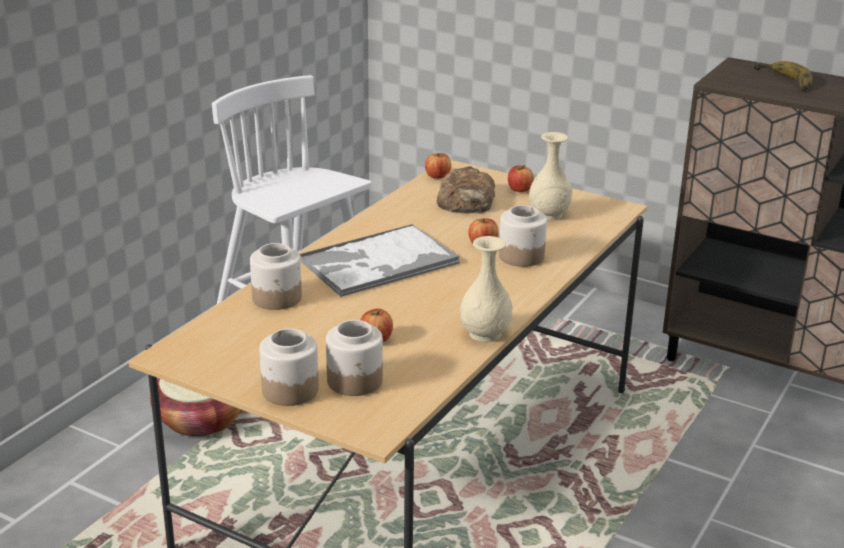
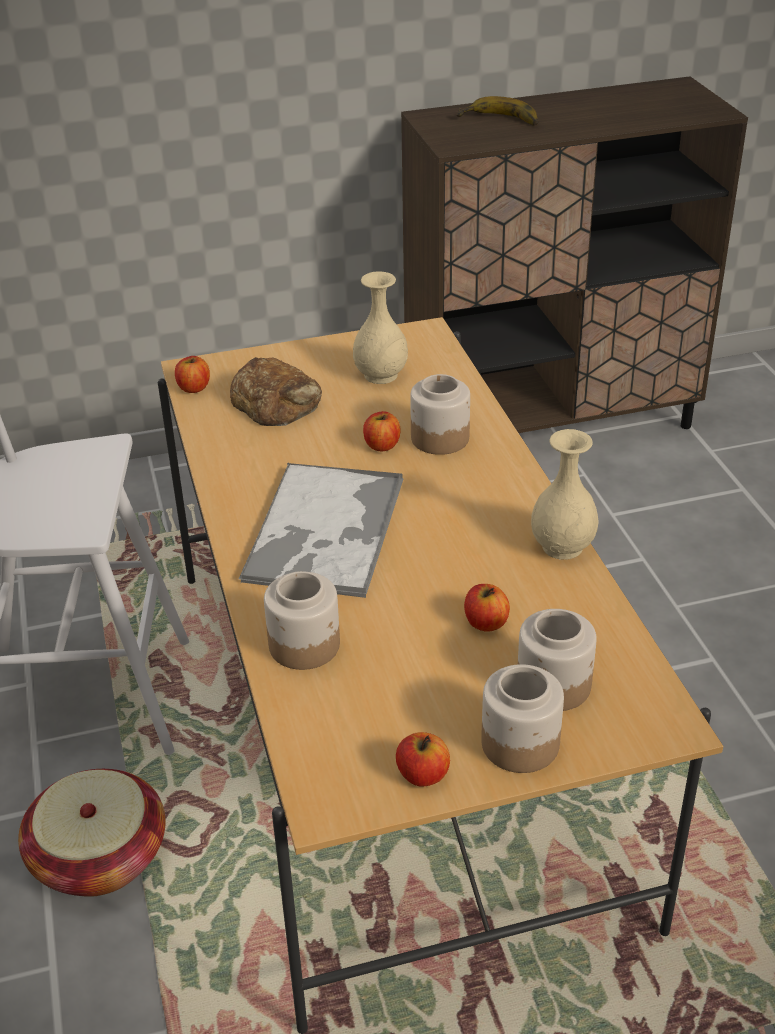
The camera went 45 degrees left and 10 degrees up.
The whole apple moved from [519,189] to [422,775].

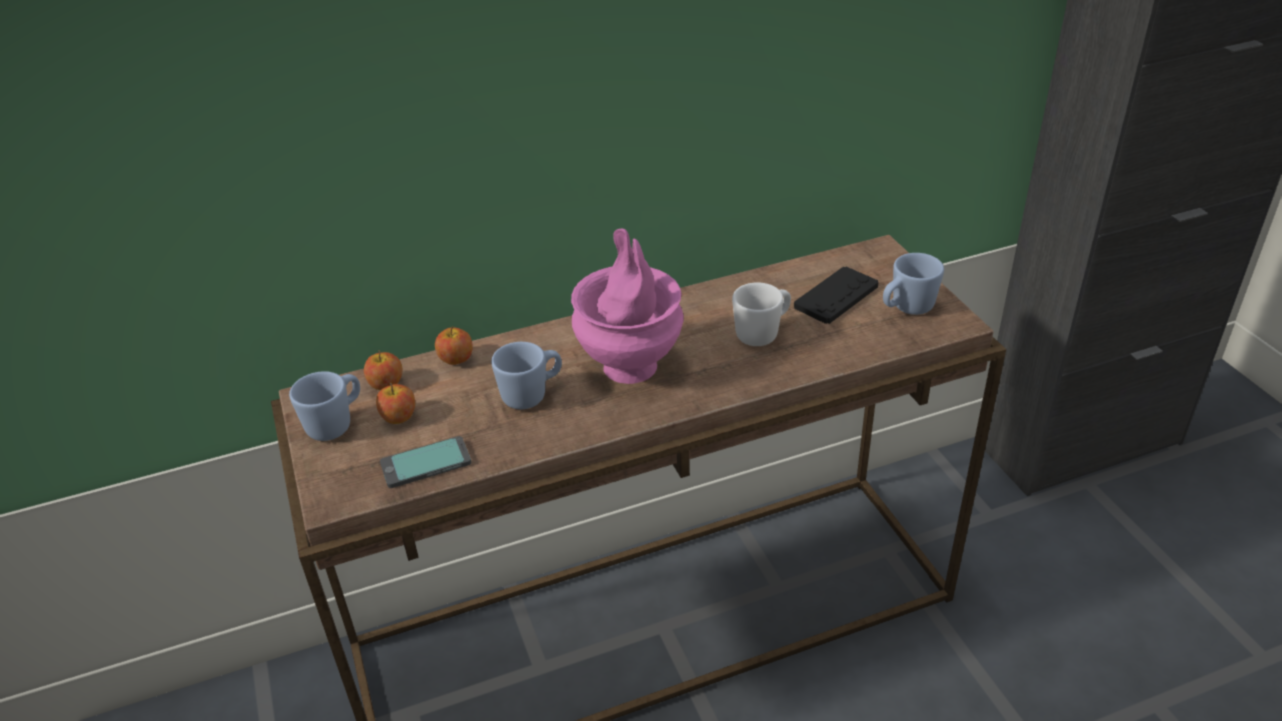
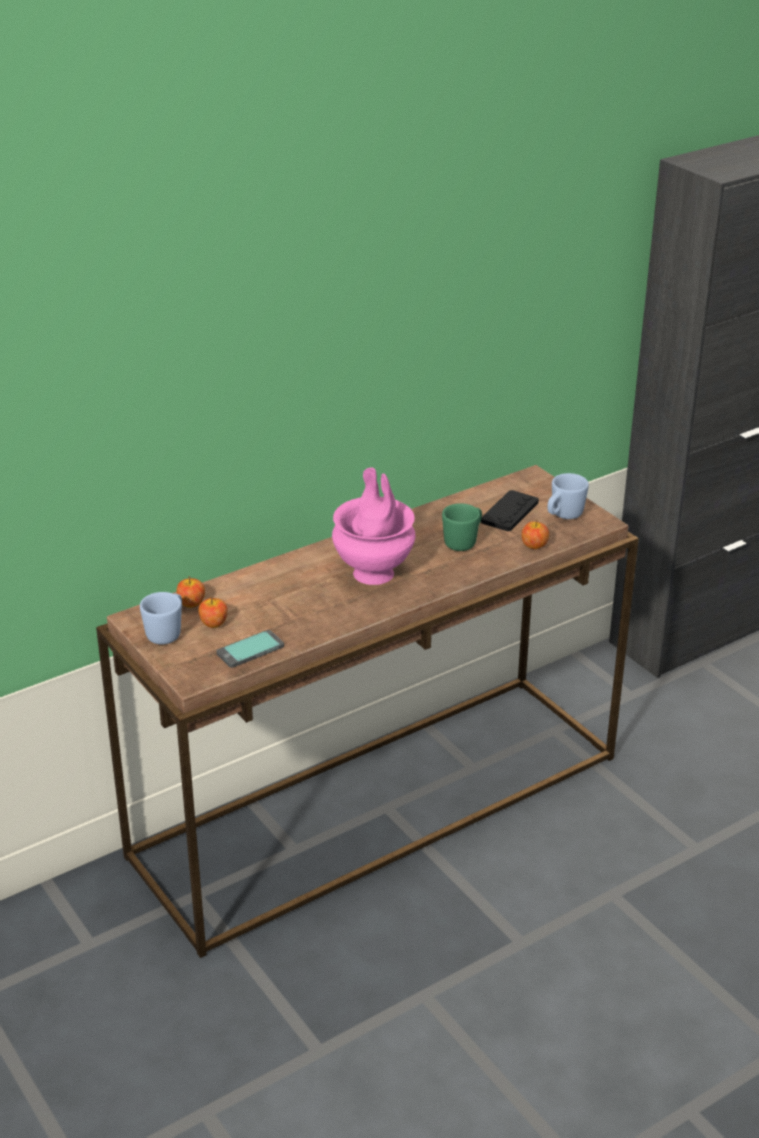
The camera went 15 degrees left and 5 degrees down.
The coffee mug/white-coloured at [763,333] became the coffee mug/green-coloured at [464,542].
The whole apple moved from [456,359] to [534,546].
The coffee mug/blue at [532,395] disappeared.

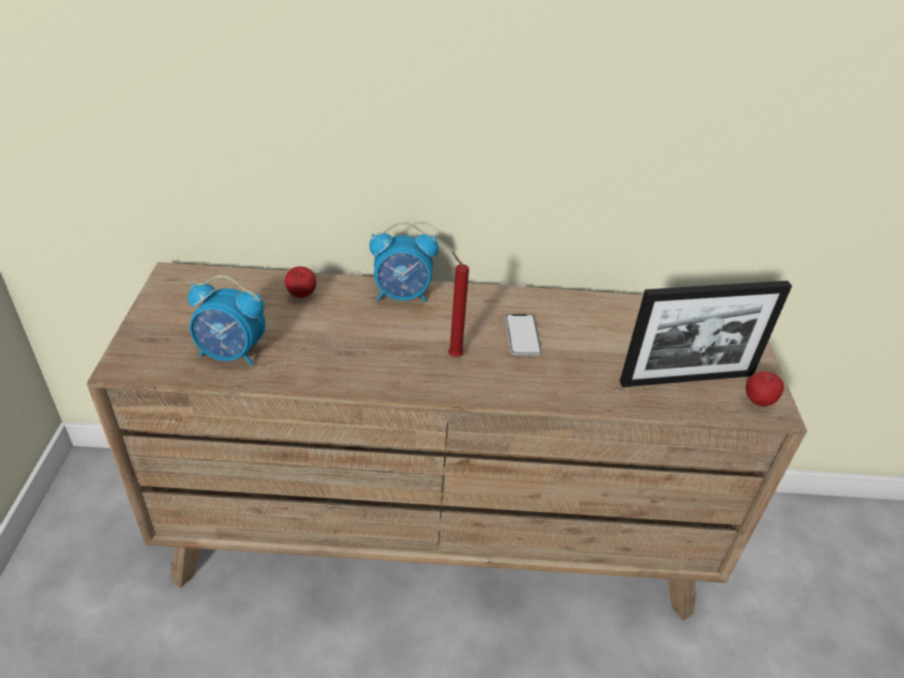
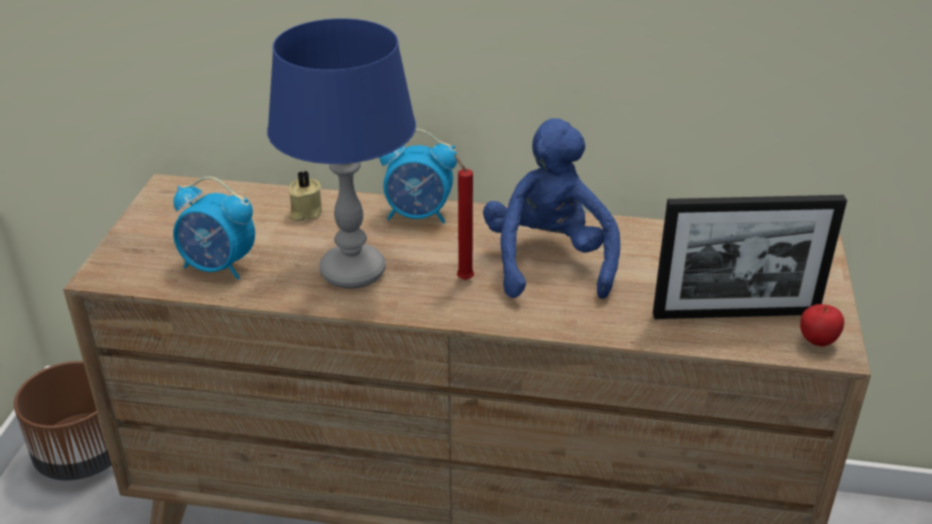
The camera went 10 degrees right and 5 degrees down.
The flower pot/brown-coloured at [84,456] appeared.
The table lamp/blue at [352,272] appeared.
The whole apple at [302,296] was replaced by the candle/beige-coloured at [305,212].
The telephone at [522,335] was replaced by the soft toy/blue at [548,261].

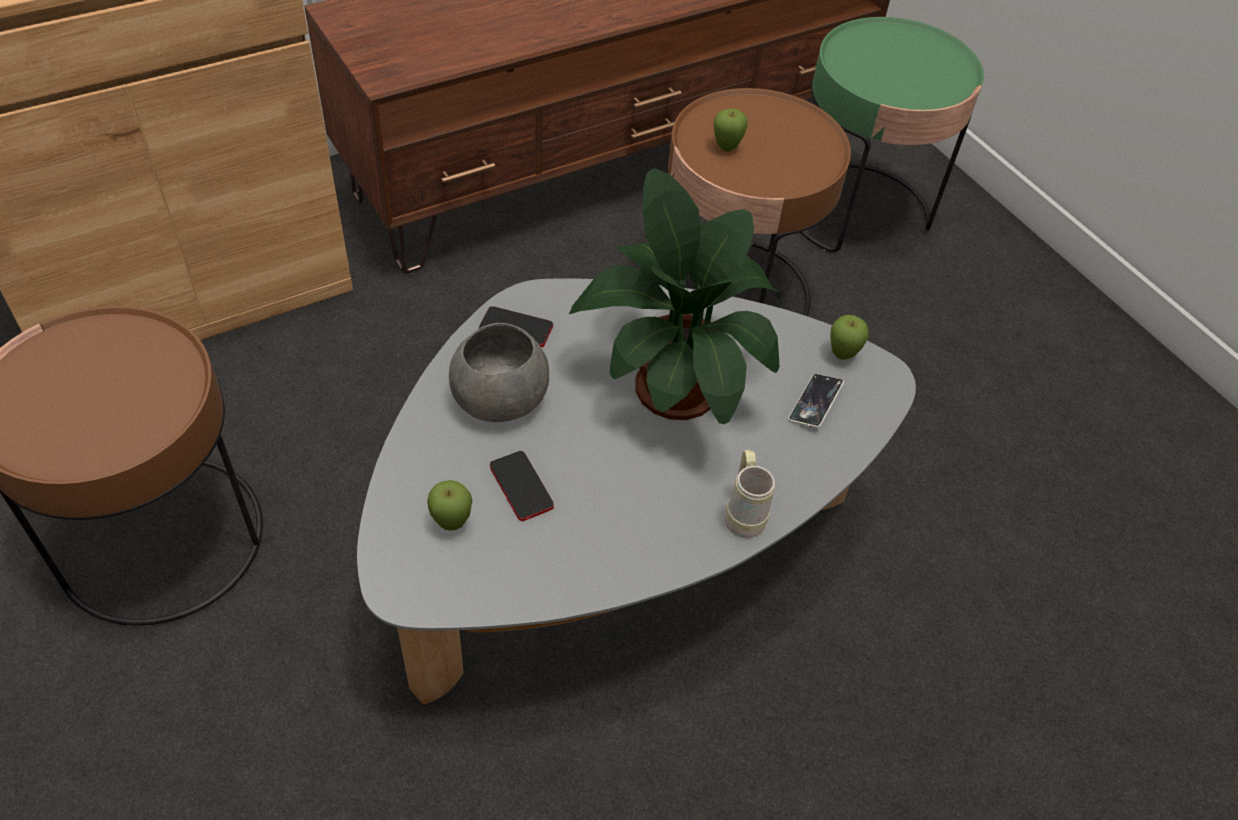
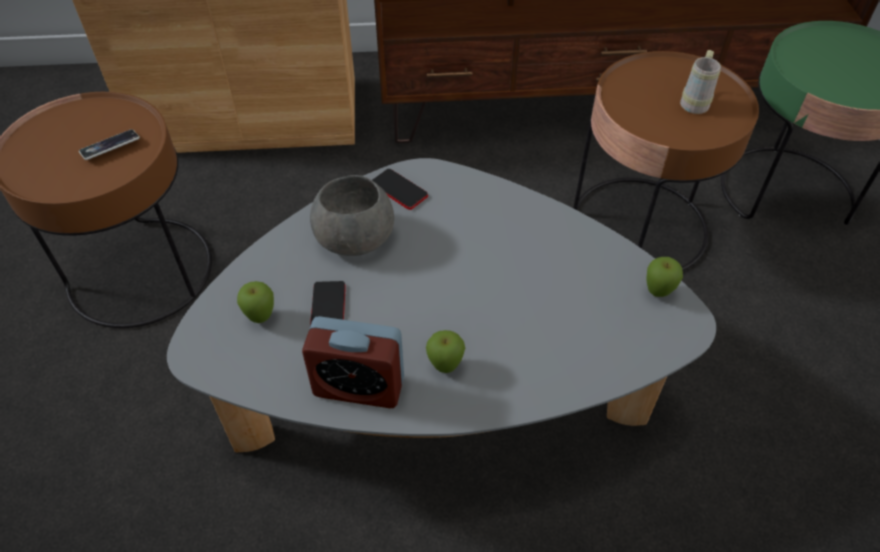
The camera went 30 degrees right and 0 degrees up.
The telephone moved from [815,403] to [110,147].
The alarm clock at [359,386] appeared.
The whole apple moved from [726,148] to [445,367].
The coffee mug/beige-coloured moved from [743,513] to [695,101].
The plant in a pot at [674,381] disappeared.

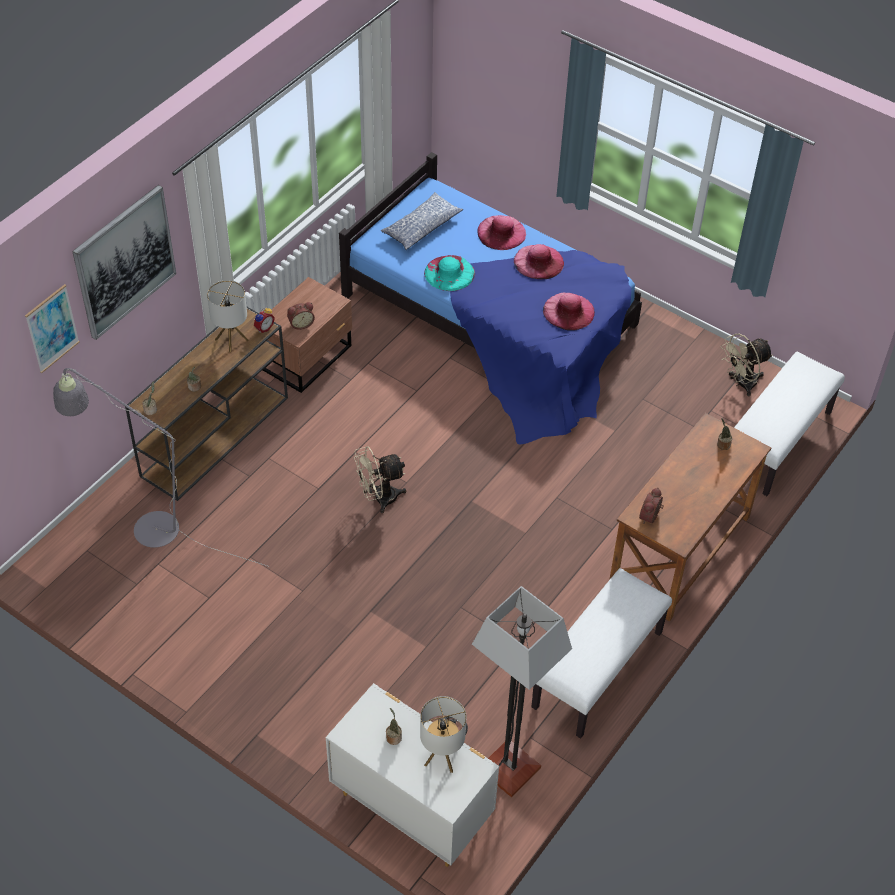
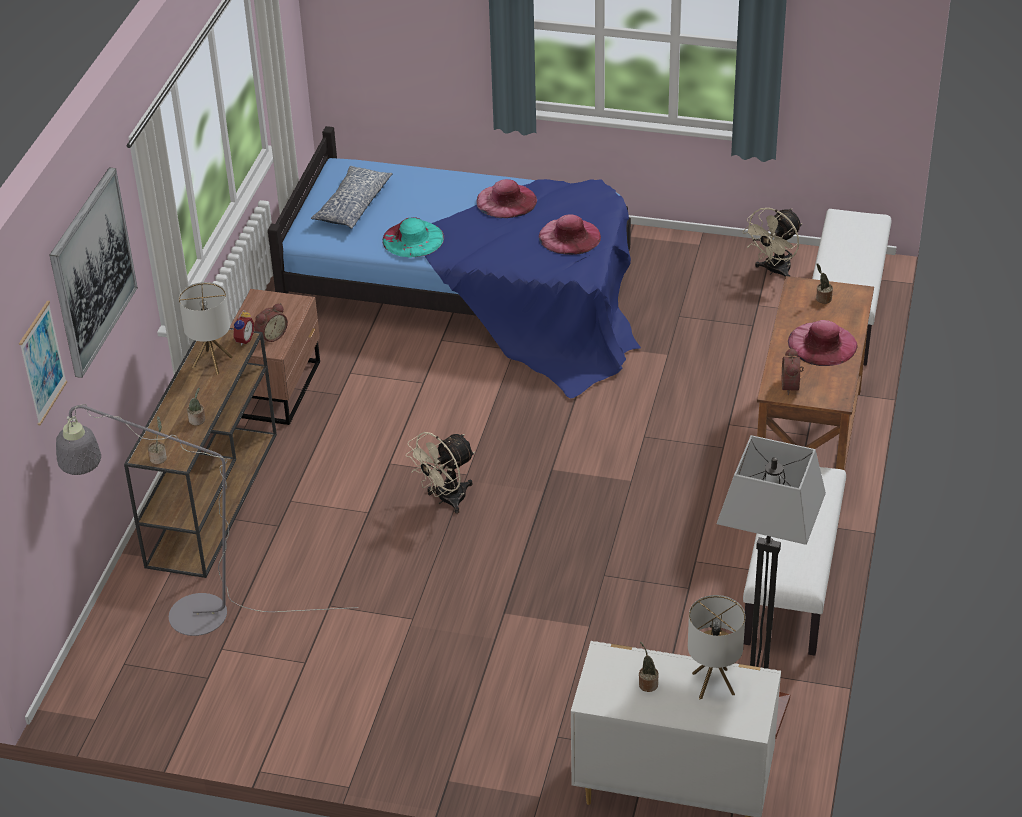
The camera went 20 degrees left and 10 degrees down.
The hat/pink moved from [501,232] to [822,344].

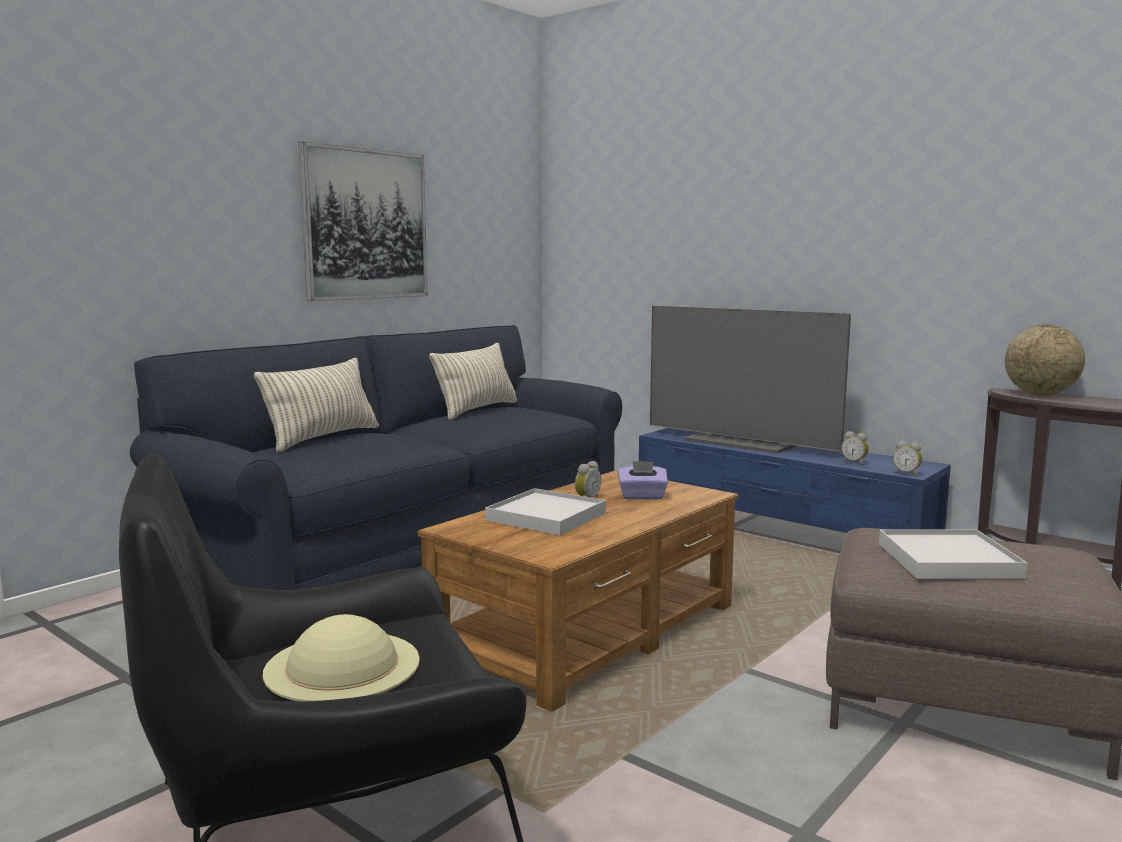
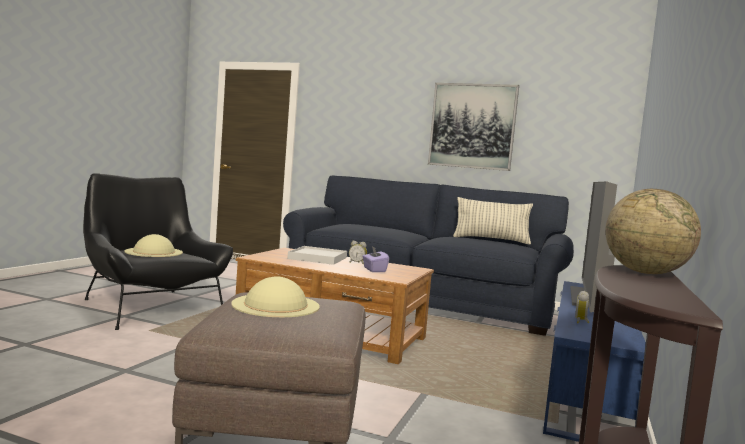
The camera went 70 degrees right and 5 degrees down.
The carrying tray/white-coloured at [948,560] was replaced by the hat/beige-coloured at [276,305].
The pillow at [323,438] disappeared.
The alarm clock at [907,474] disappeared.

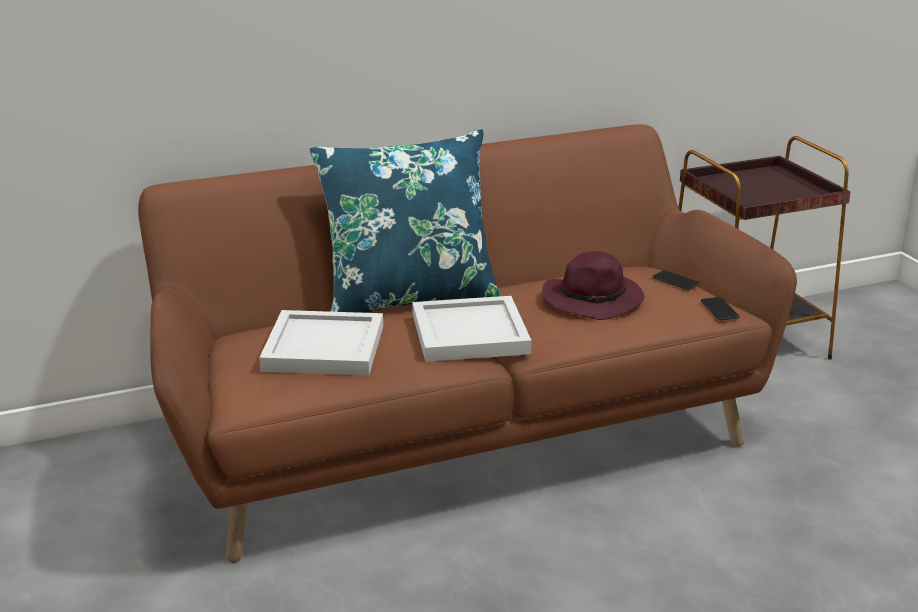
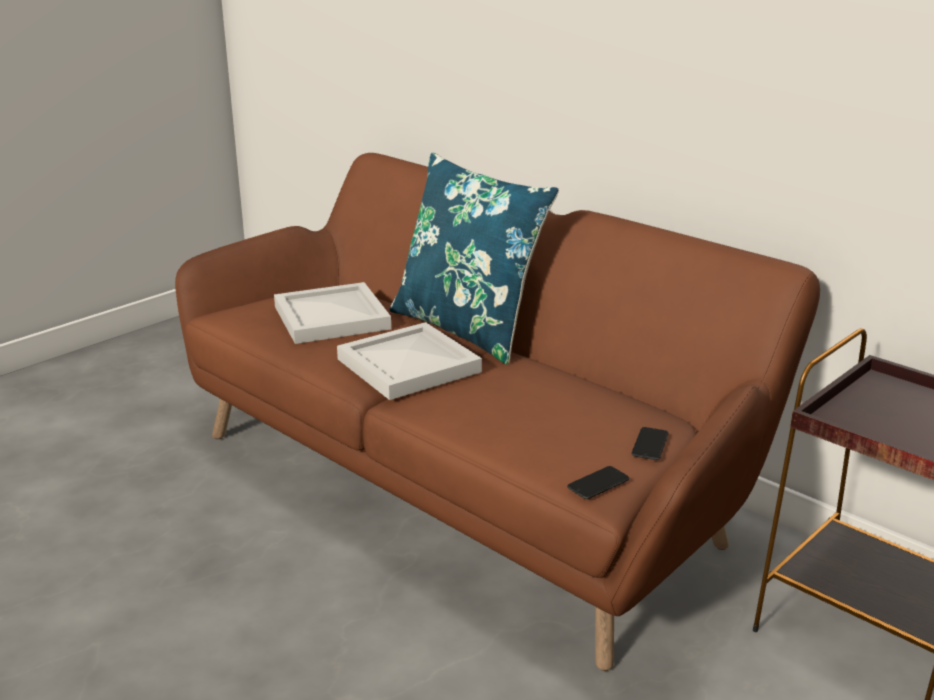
The camera went 65 degrees right and 0 degrees up.
The hat/purplish at [594,300] disappeared.

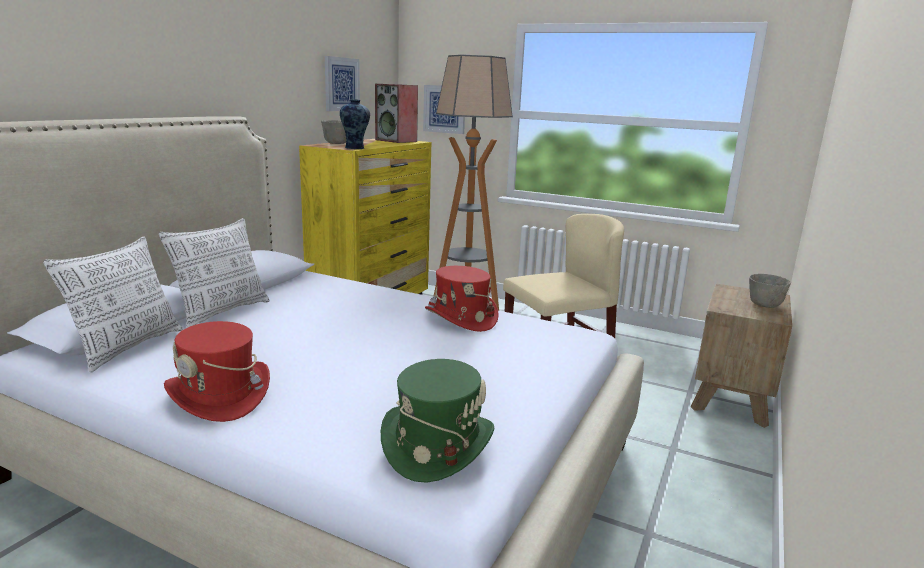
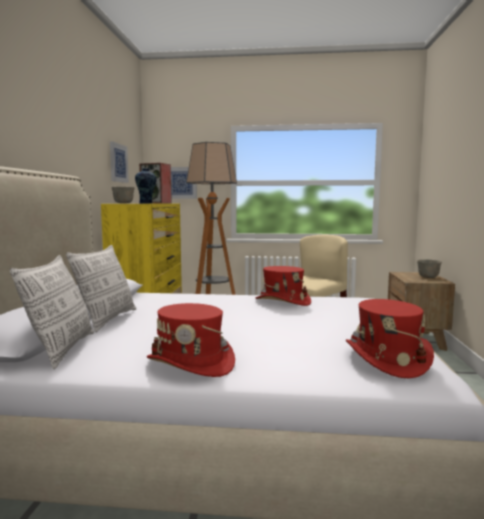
The camera went 20 degrees left and 10 degrees down.
The hat/green-coloured at [437,445] became the hat/red-coloured at [386,359].

